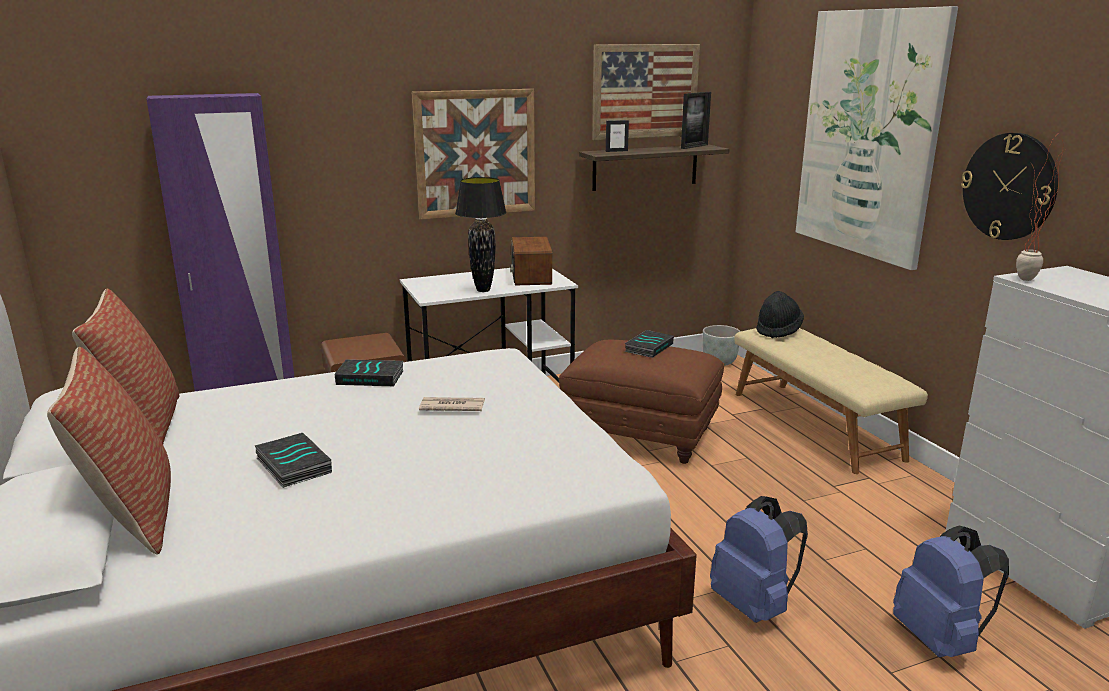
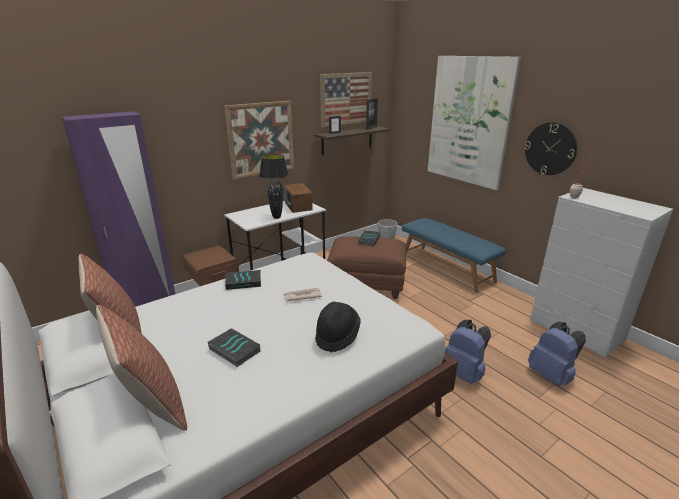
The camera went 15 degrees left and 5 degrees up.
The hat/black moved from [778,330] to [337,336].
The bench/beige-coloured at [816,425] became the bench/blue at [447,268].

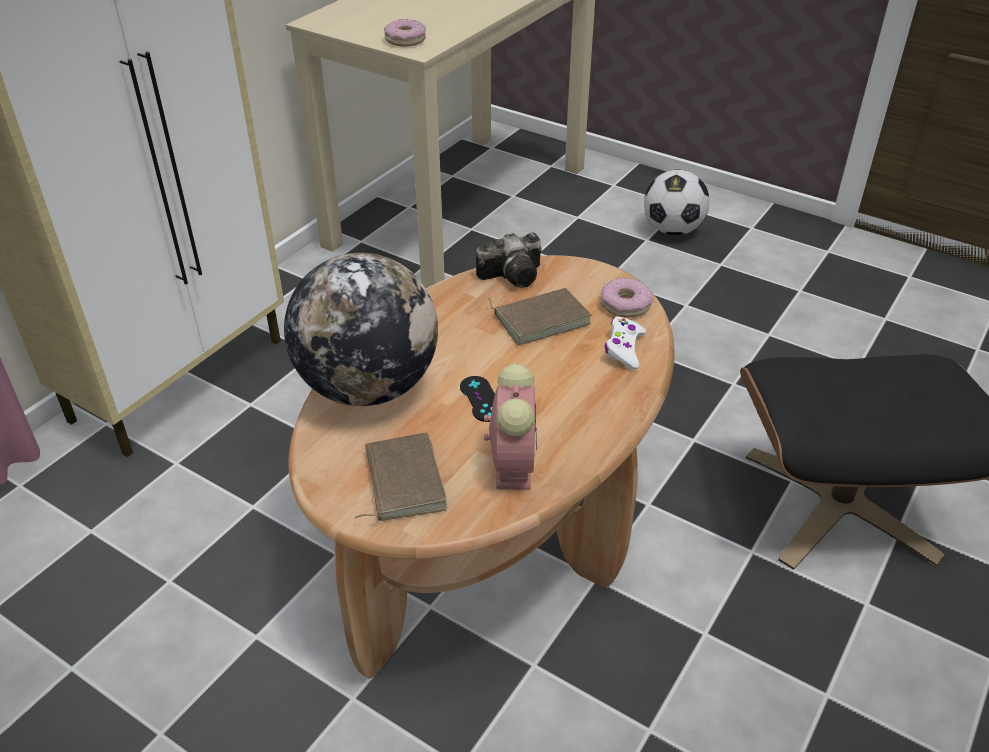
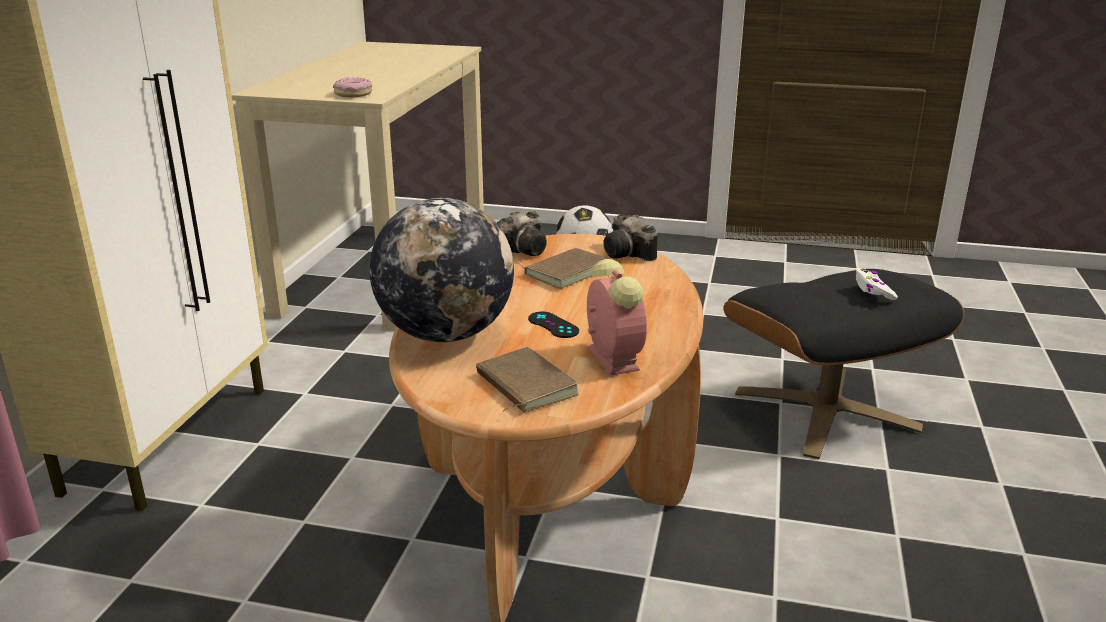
The camera went 20 degrees left and 15 degrees down.
The ring doughnut at [625,304] was replaced by the photo camera at [629,254].
The game controller/white-coloured moved from [624,349] to [873,290].

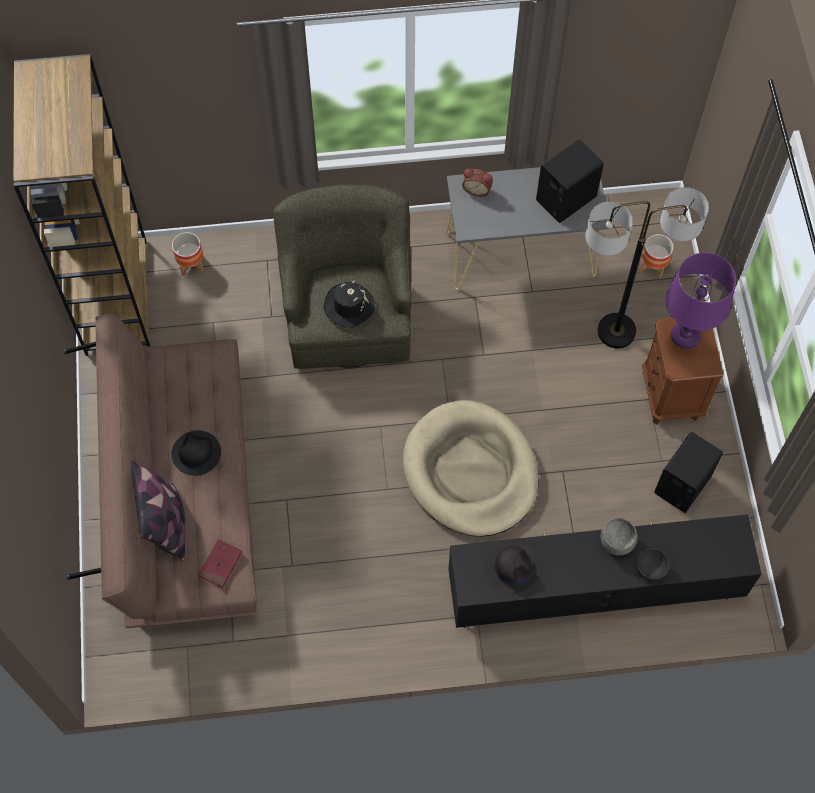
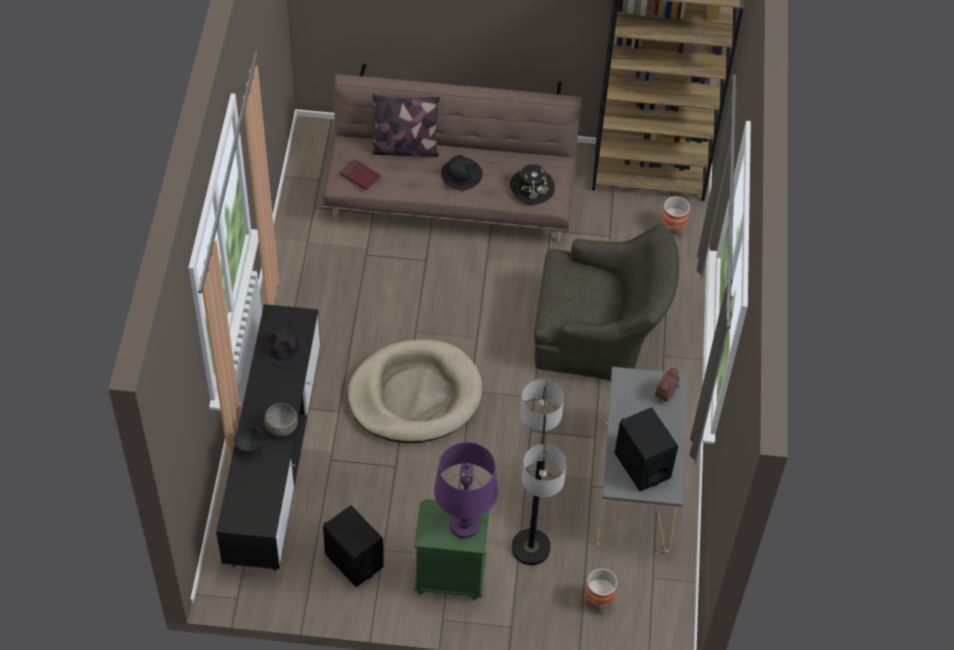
The camera went 100 degrees right and 10 degrees down.
The night table/brown-coloured at [671,395] became the night table/green-coloured at [450,577].
The hat/black moved from [349,306] to [532,187].

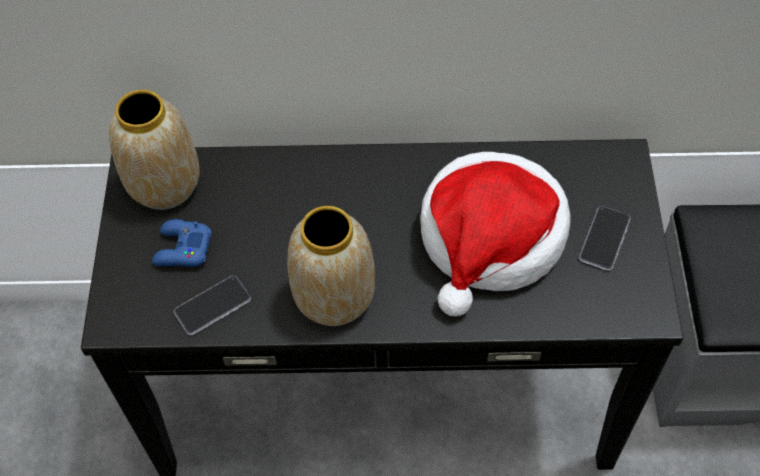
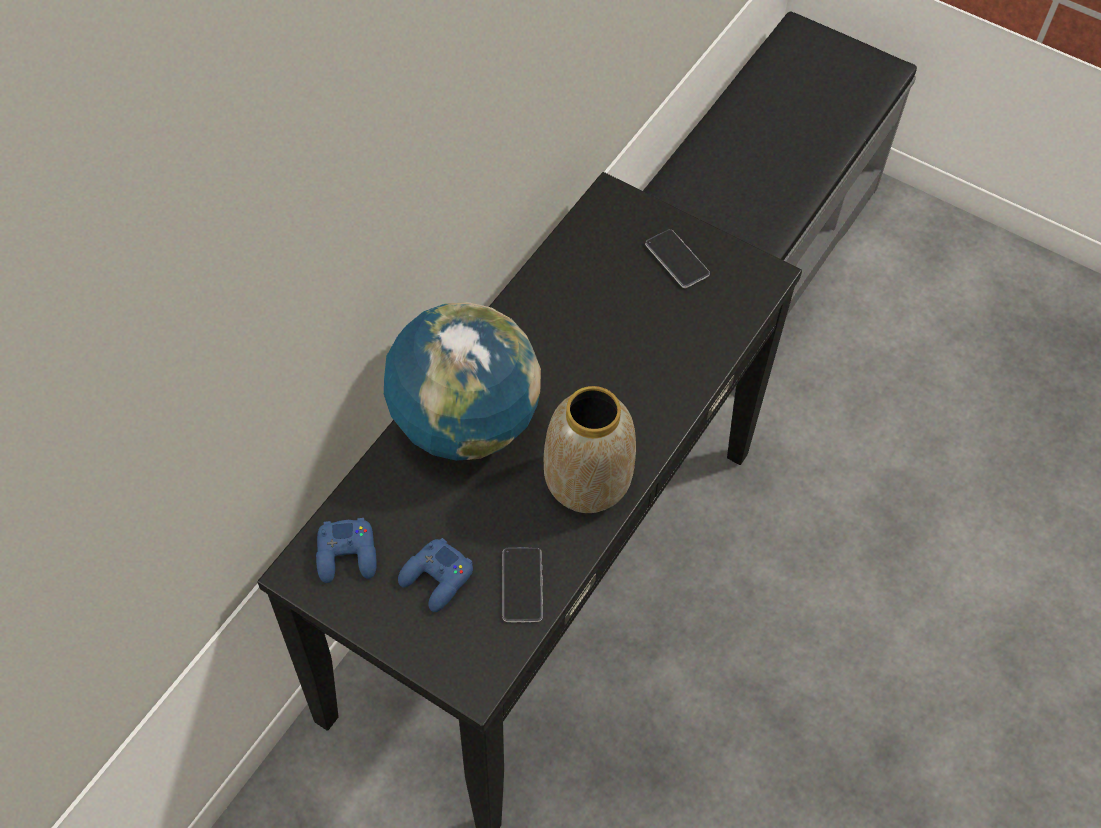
The camera went 60 degrees left and 0 degrees up.
The flower vase at [165,185] was replaced by the game controller/blue at [347,555].
The desk globe at [464,422] appeared.
The hat at [490,239] disappeared.

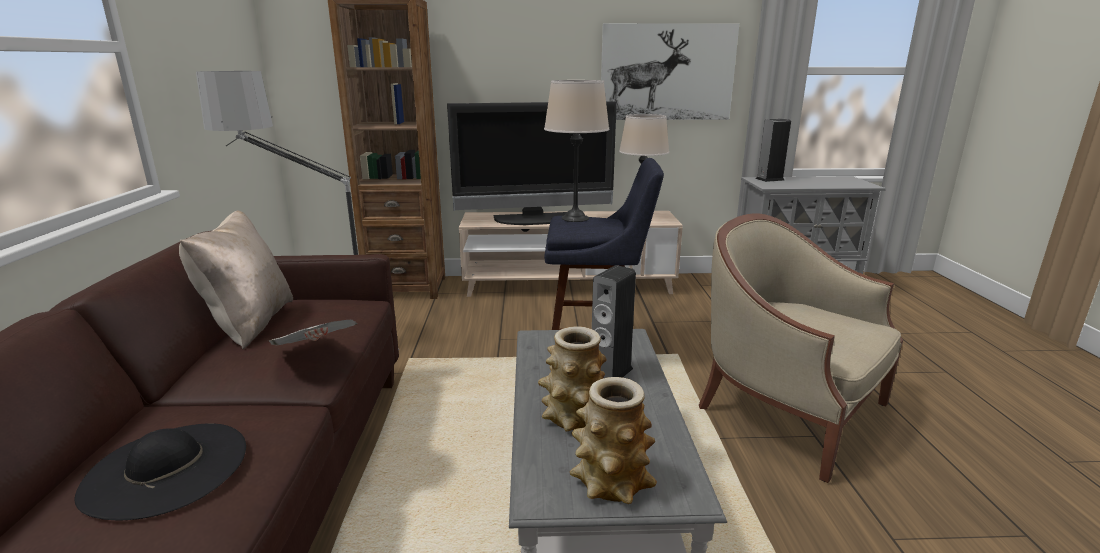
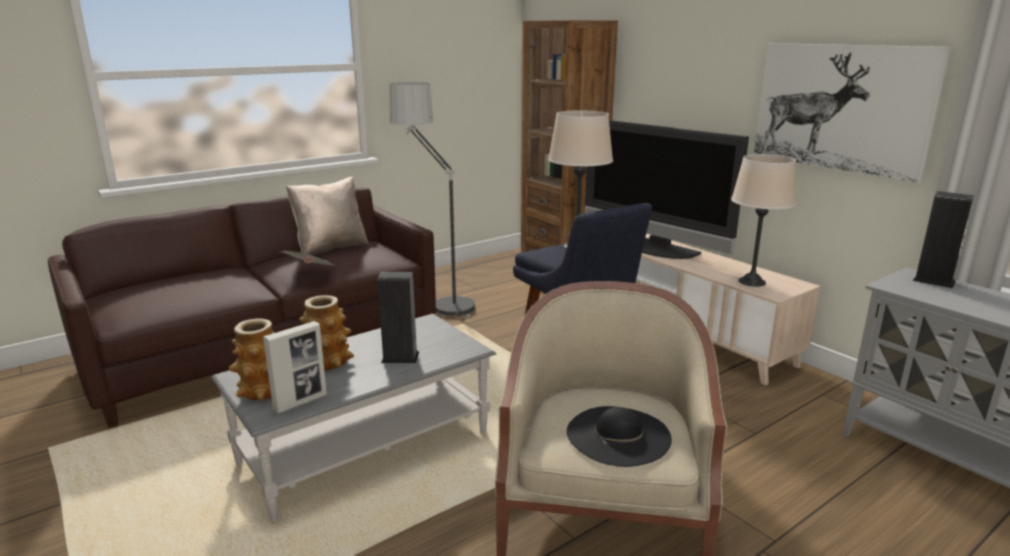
The camera went 55 degrees right and 0 degrees up.
The photo frame at [300,402] appeared.
The hat/black moved from [166,468] to [618,435].

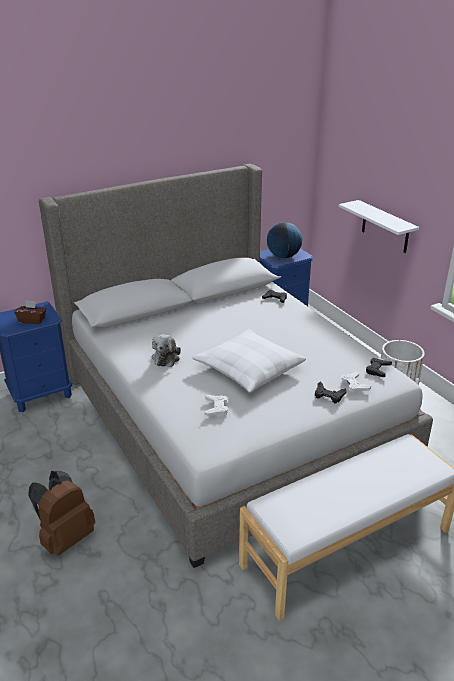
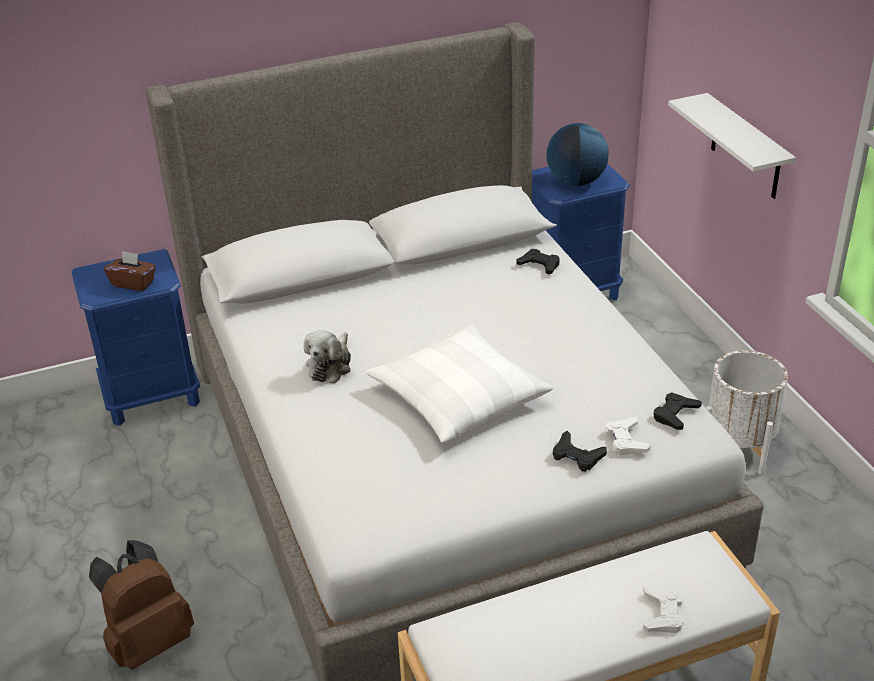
The camera went 10 degrees right and 5 degrees up.
The game controller/white-coloured moved from [216,408] to [662,614].

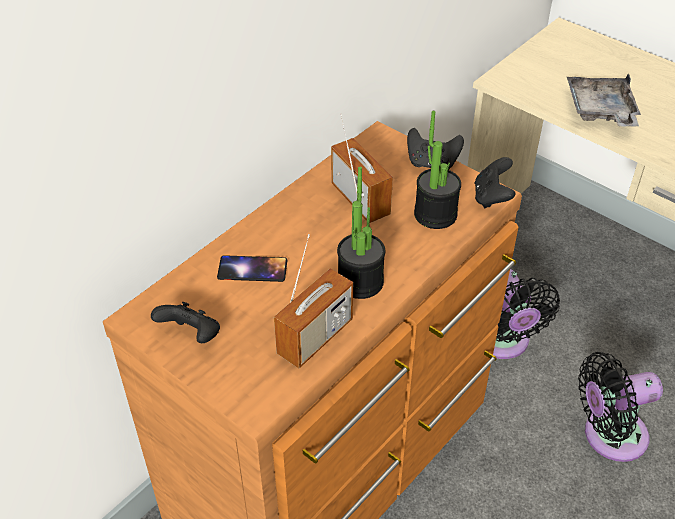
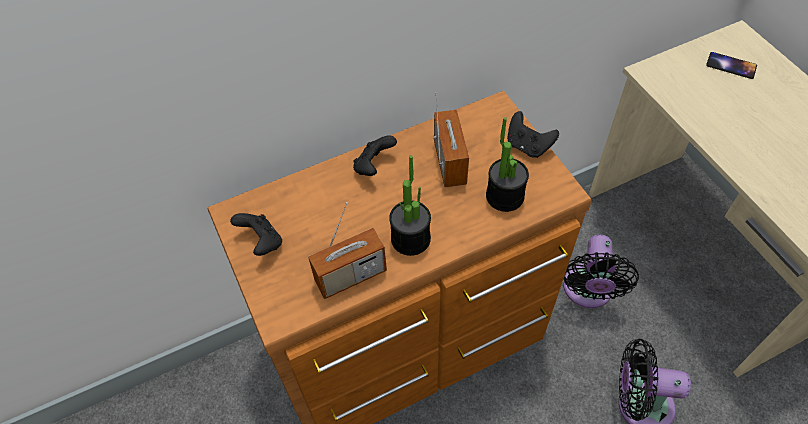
The camera went 25 degrees right and 10 degrees up.
The game controller/black moved from [492,197] to [373,166].
The telephone moved from [252,269] to [731,65].
The carrying tray/greyish at [600,111] disappeared.

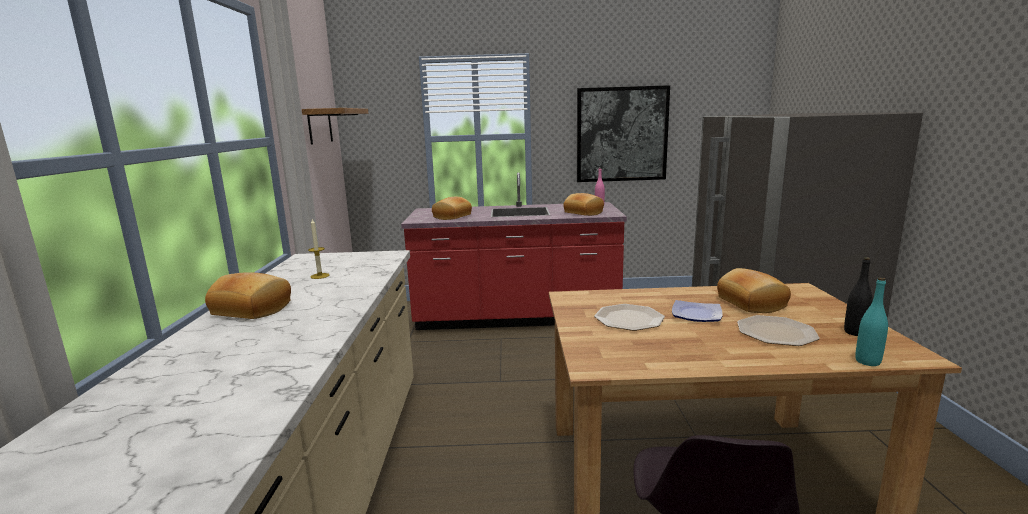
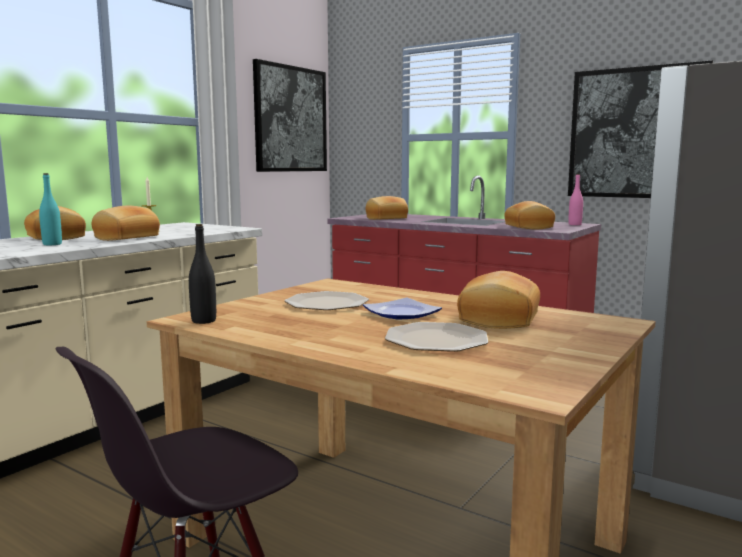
The camera went 35 degrees right and 5 degrees down.
The beverage bottle/turquoise moved from [867,361] to [52,244].
The baked bread at [127,238] appeared.
The beverage bottle/black moved from [855,332] to [203,321].
The shelf at [320,126] was replaced by the wall art at [290,119].

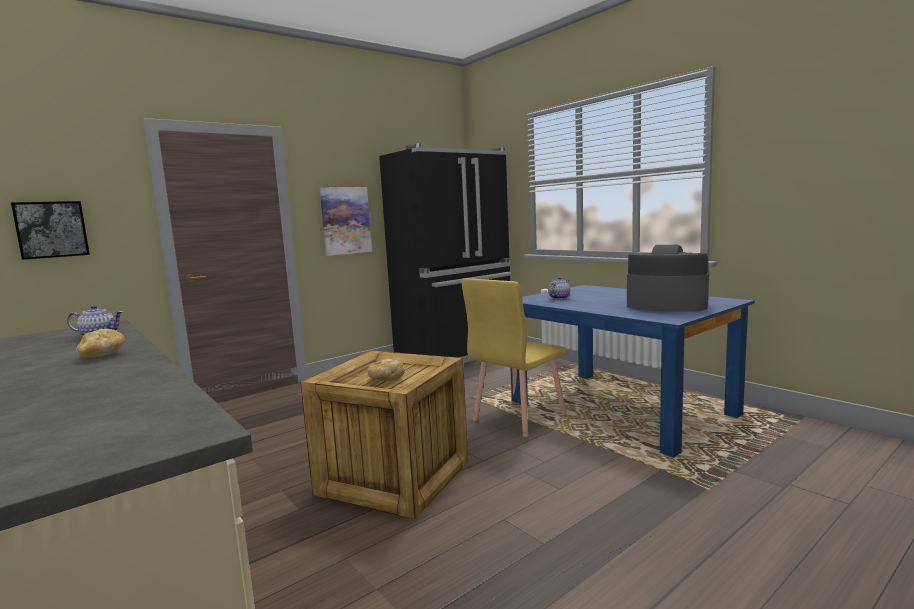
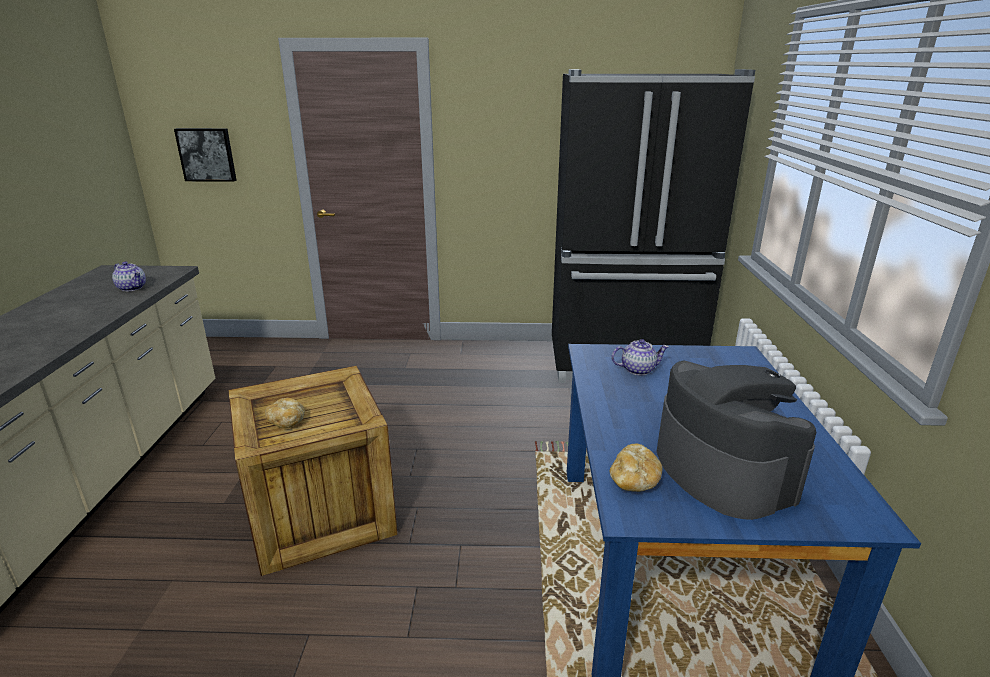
The camera went 40 degrees right and 15 degrees up.
The baked bread moved from [102,355] to [634,481].
The wall art at [345,220] disappeared.
The upright chair/yellow-coloured at [518,417] disappeared.

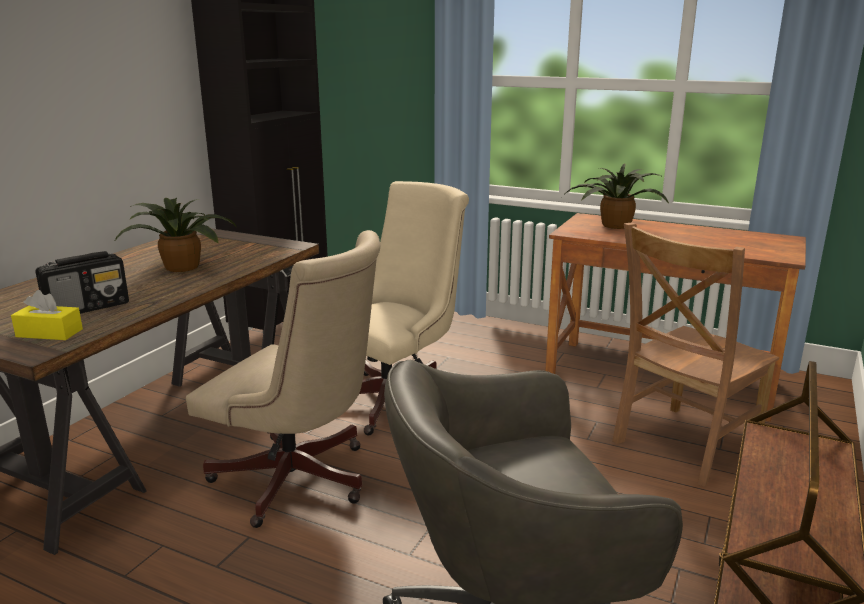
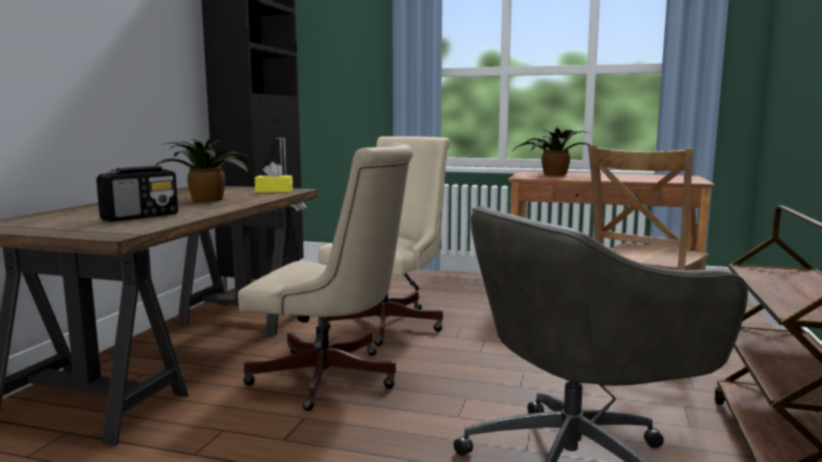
The camera went 10 degrees left and 10 degrees down.
The box of tissues/yellow-coloured moved from [49,333] to [274,191].

